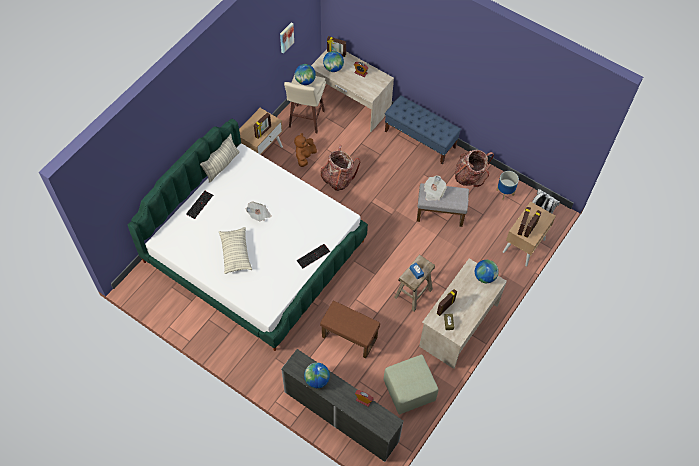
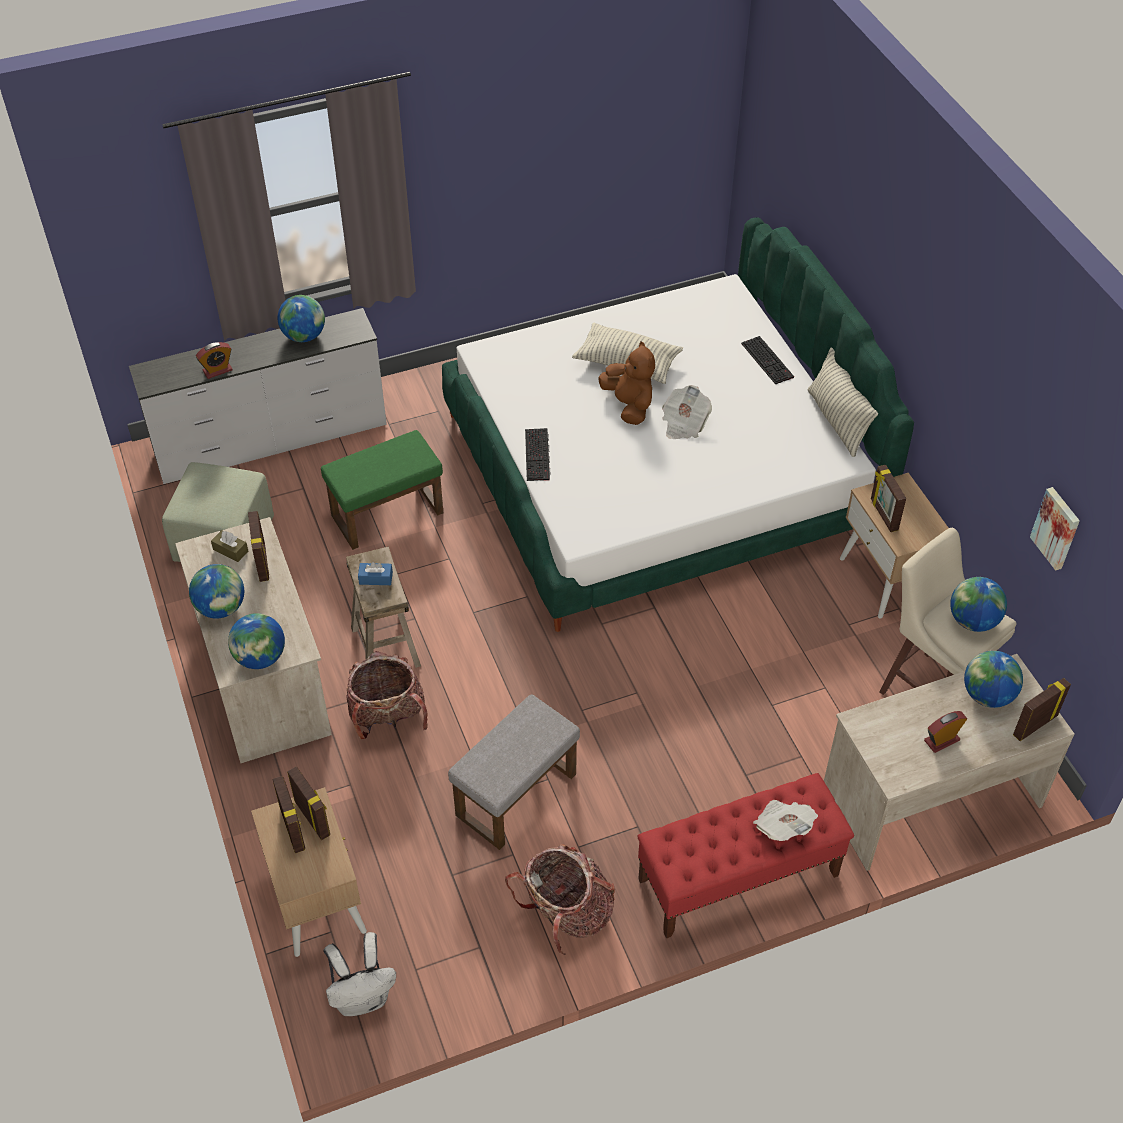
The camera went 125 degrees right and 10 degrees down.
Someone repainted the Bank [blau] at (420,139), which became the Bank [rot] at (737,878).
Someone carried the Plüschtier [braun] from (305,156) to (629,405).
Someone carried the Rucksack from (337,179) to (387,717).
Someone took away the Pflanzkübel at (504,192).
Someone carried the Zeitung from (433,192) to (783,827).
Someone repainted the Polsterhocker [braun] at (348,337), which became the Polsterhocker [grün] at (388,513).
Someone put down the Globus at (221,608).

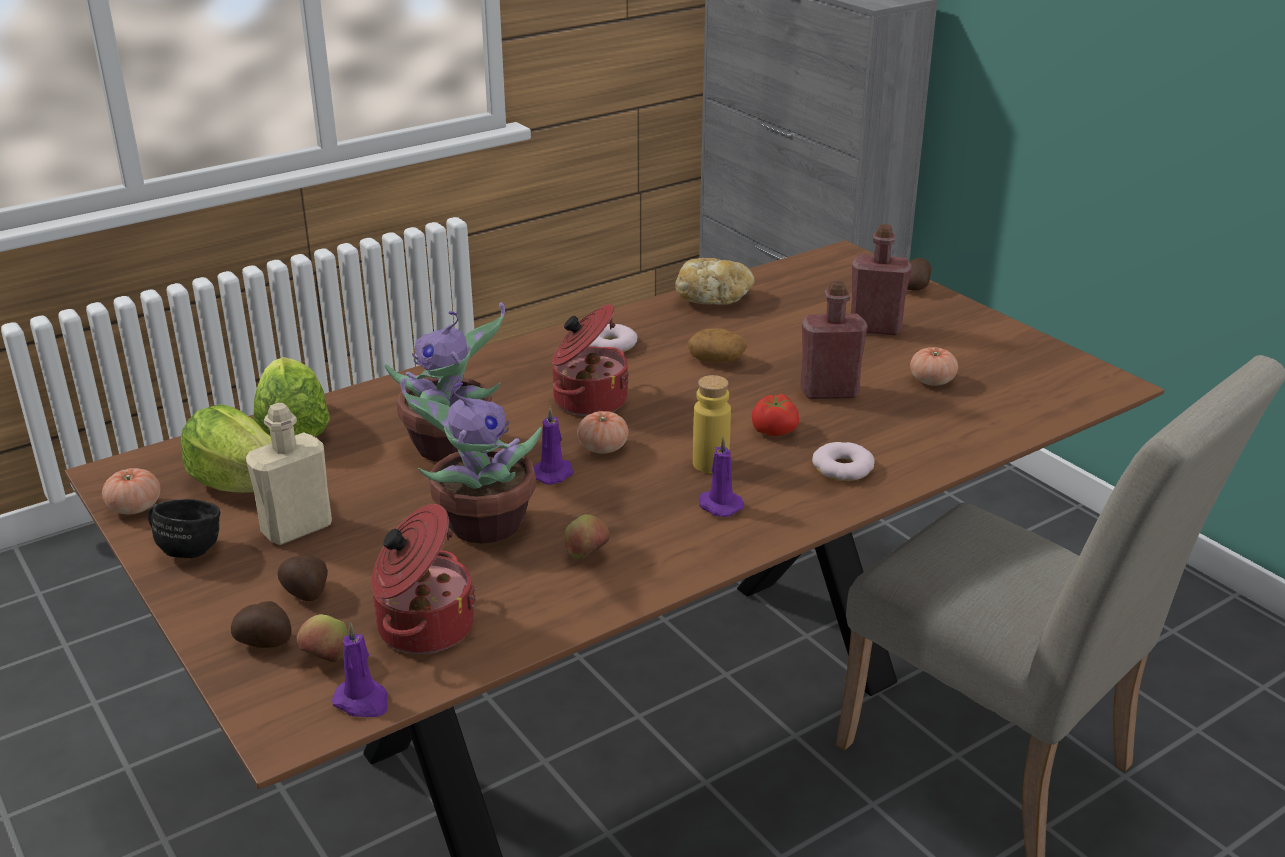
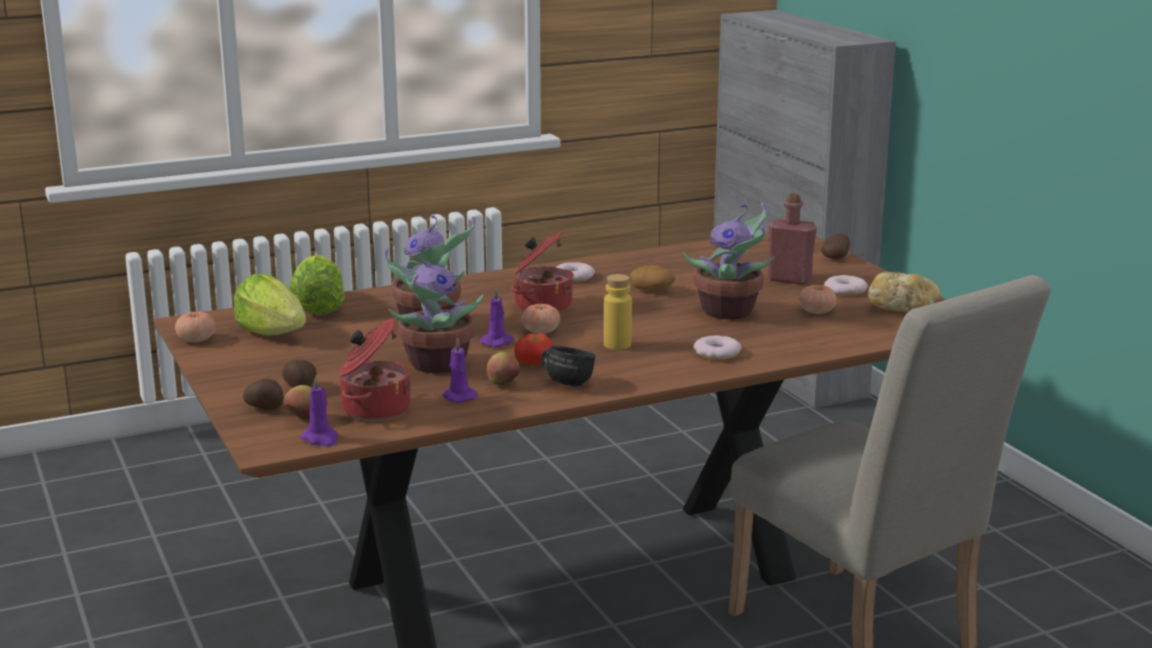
The camera went 10 degrees right and 10 degrees down.
Someone carried the Brot from (713,298) to (901,308).
Someone swapped the Flasche [rot] at (829,391) for the Topfpflanze at (730,312).
Someone carried the Tomate from (775,430) to (535,362).
Someone took away the Flasche [beige] at (297,528).
Someone carried the Kerze [lila] from (718,505) to (458,396).
Someone carried the Henkelbecher [schwarz] from (187,547) to (566,382).
Someone put down the Donut at (845,290).

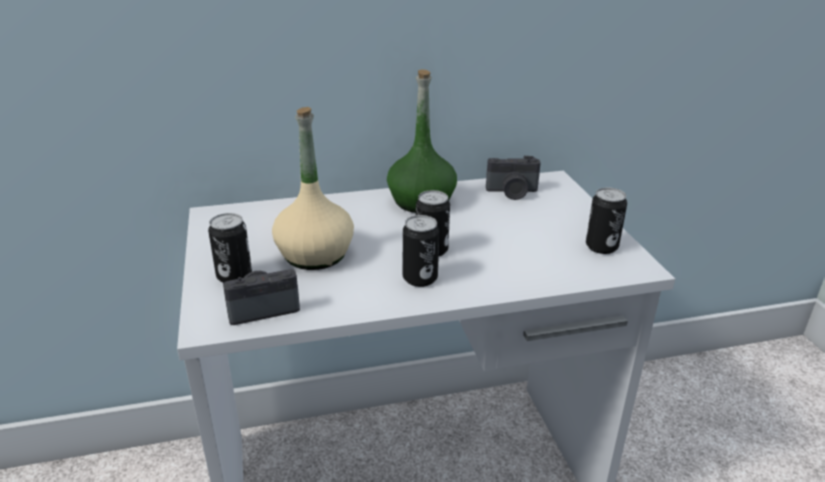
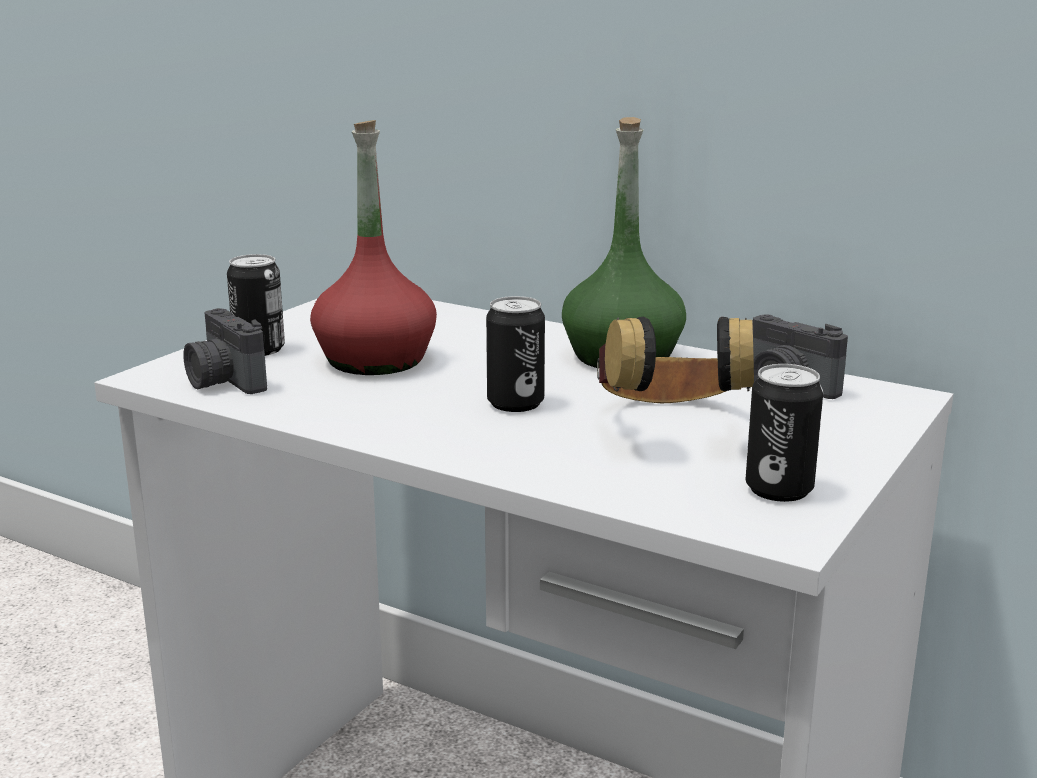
The camera went 45 degrees right and 10 degrees down.
Someone repainted the Flasche [beige] at (315,255), which became the Flasche [rot] at (375,360).
Someone took away the Dose at (420,278).
Someone rotated the Kamera at (262,308) by 150 degrees counterclockwise.
Someone put down the Kopfhörer at (670,428).

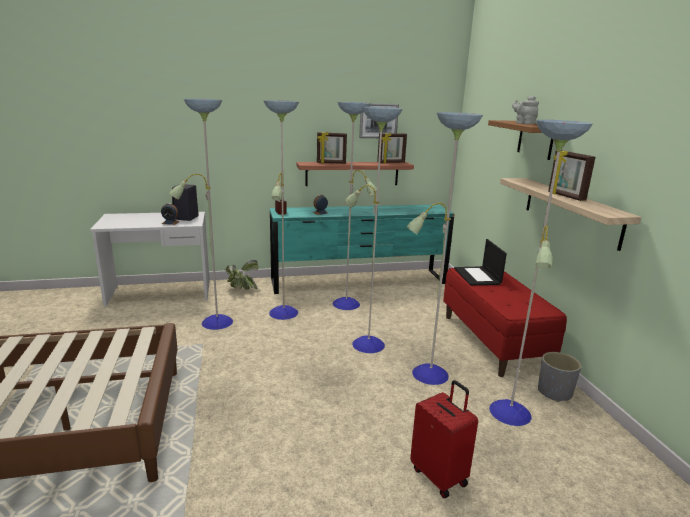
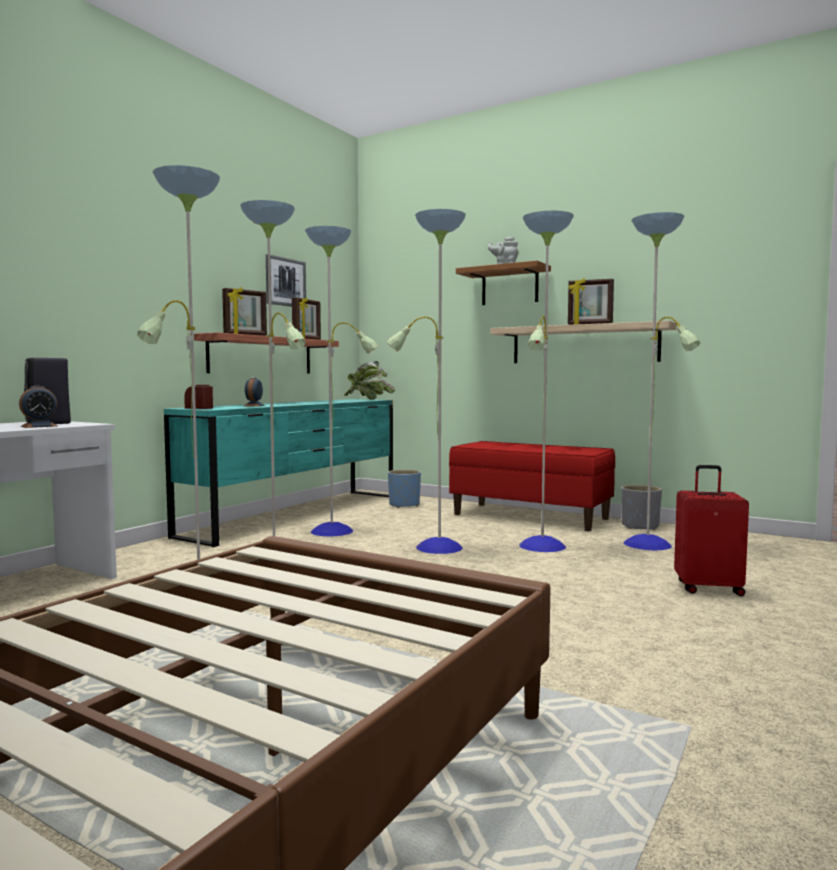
The camera went 45 degrees left and 15 degrees down.
Someone took away the Laptop at (477,276).
Someone carried the Topfpflanze from (241,289) to (368,399).
Someone put down the Pflanzkübel [blau] at (404,505).

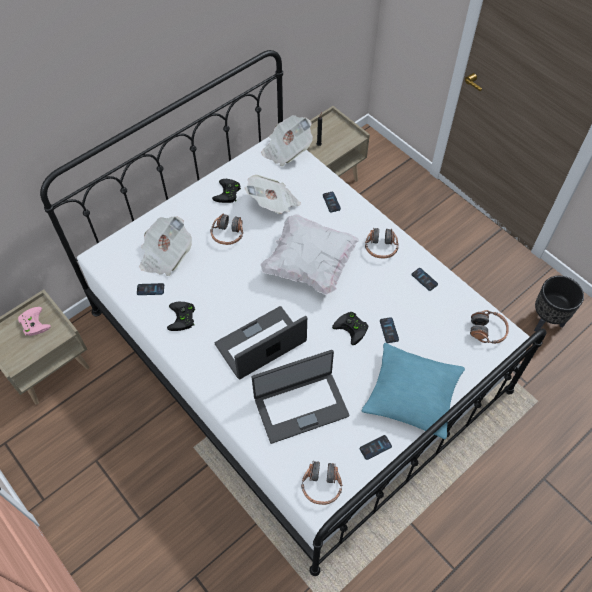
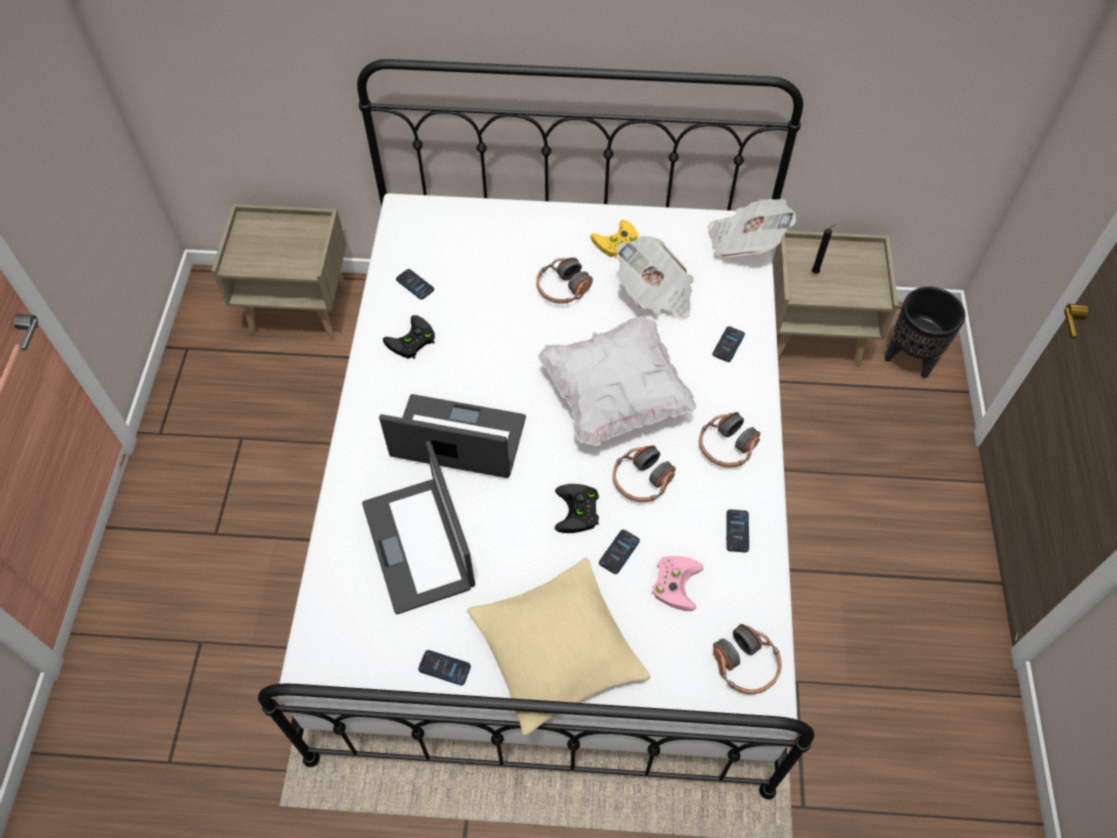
The camera went 45 degrees right and 0 degrees up.
Someone repainted the Gamepad [schwarz] at (228,193), which became the Gamepad [gelb] at (616,243).
Someone took away the Zeitung at (165,255).
Someone carried the Pflanzkübel [schwarz] from (546,321) to (910,360).
Someone carried the Gamepad [rosa] from (33,323) to (674,581).
Someone repainted the Kissen [türkis] at (412,394), which became the Kissen [beige] at (557,650).
Someone rotated the Laptop at (300,406) by 45 degrees clockwise.
Someone carried the Kopfhörer from (321,485) to (641,480).

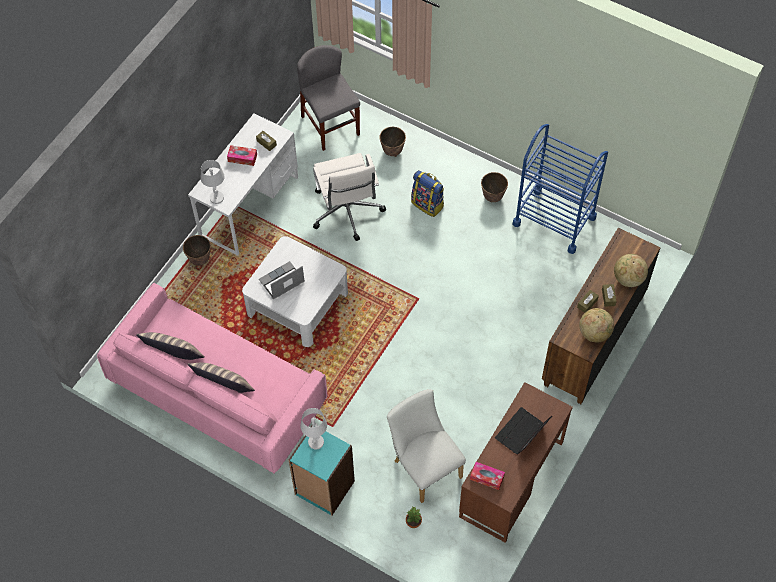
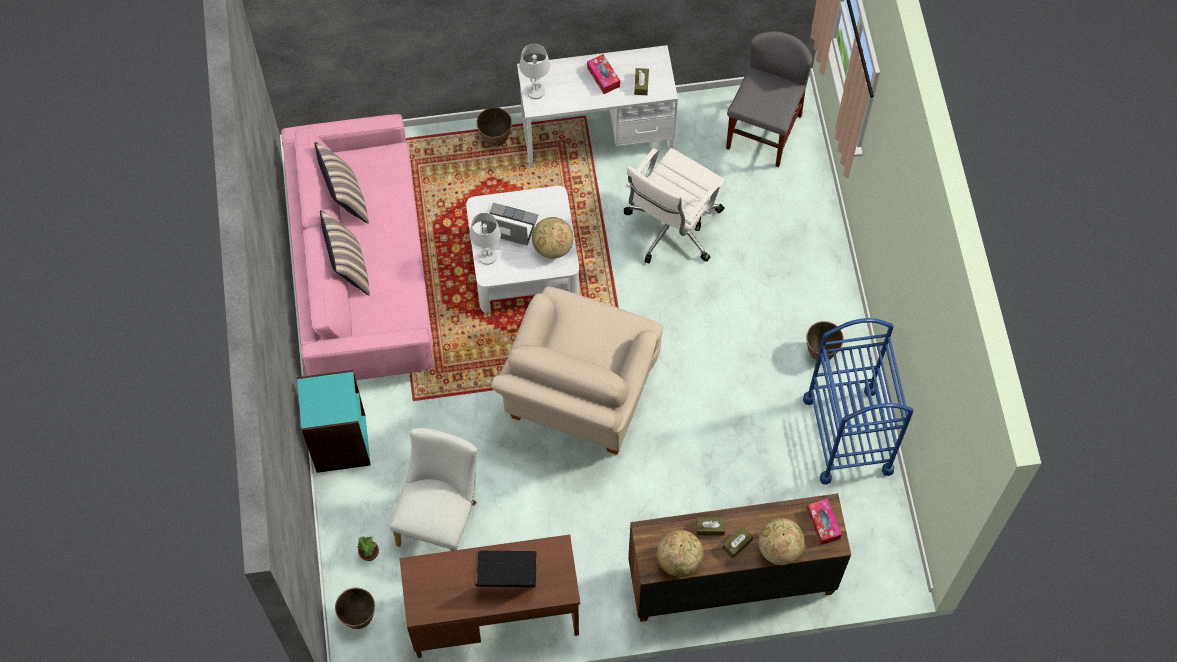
The camera went 50 degrees right and 5 degrees up.
Someone carried the Pflanzkübel from (392,151) to (358,617).
Someone took away the Rucksack at (428,204).
Someone carried the Tischlampe [weiß] from (316,442) to (487,256).
Someone carried the Taschentuchbox from (487,477) to (823,524).
Someone put down the Globus at (552,247).
Someone put down the Sessel [beige] at (579,396).

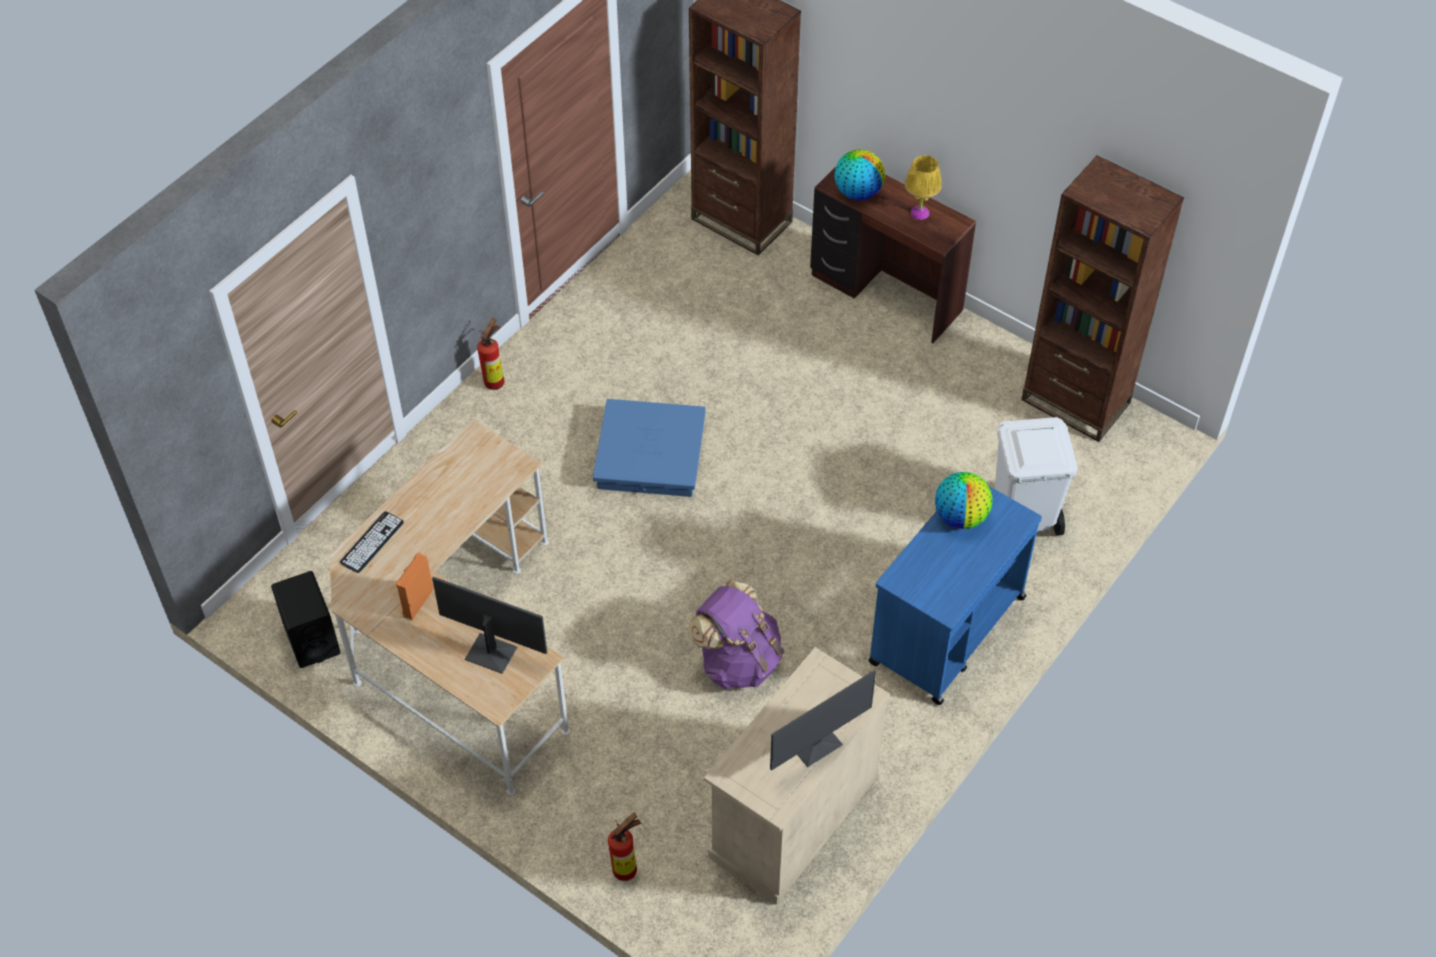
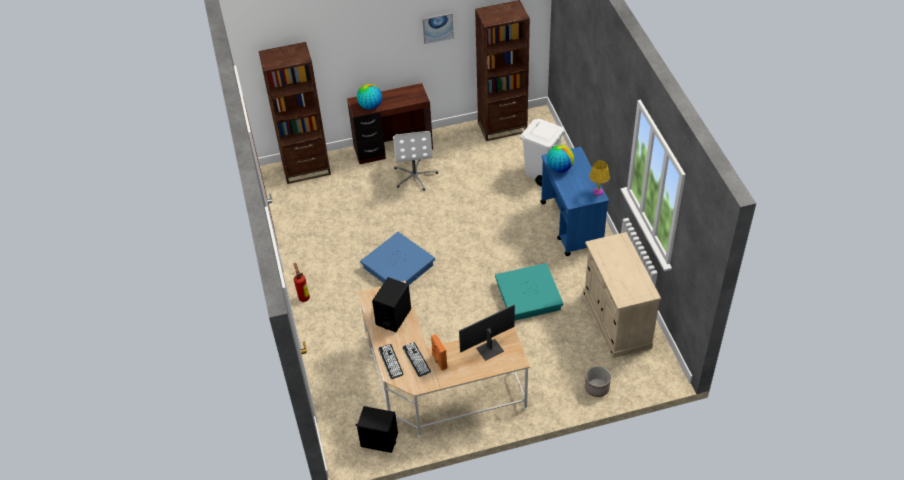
The camera went 50 degrees left and 5 degrees down.
Someone carried the Tischlampe [gelb] from (919,212) to (598,191).
Someone swapped the Rucksack [lila] at (738,660) for the Aufbewahrungsbox [türkis] at (528,296).
Someone took away the Monitor at (815,744).
Someone swapped the Feuerlöscher at (628,868) for the Pflanzkübel at (596,387).
Someone put up the Bild at (437,27).
Someone put down the Bürostuhl [weiß] at (415,175).
Someone put down the Lautsprecher [schwarz] at (393,317).
Someone put down the Tastatur at (416,359).

